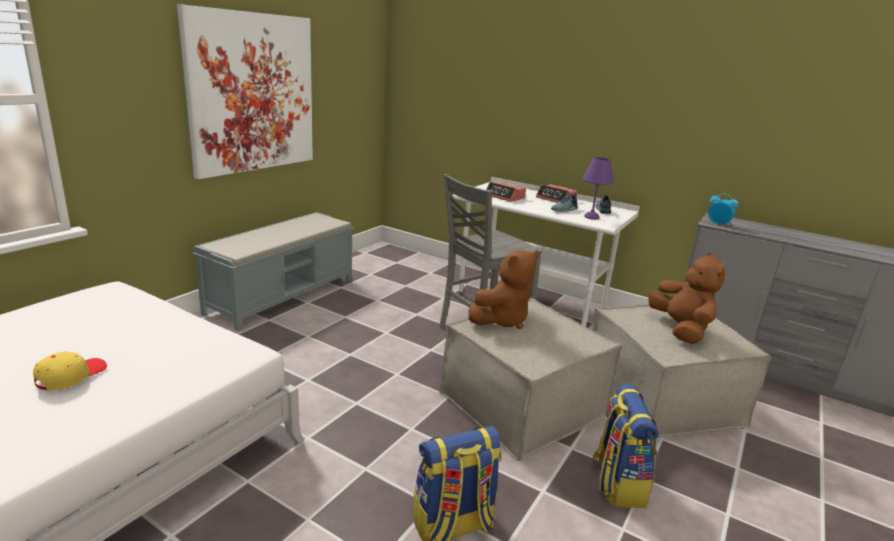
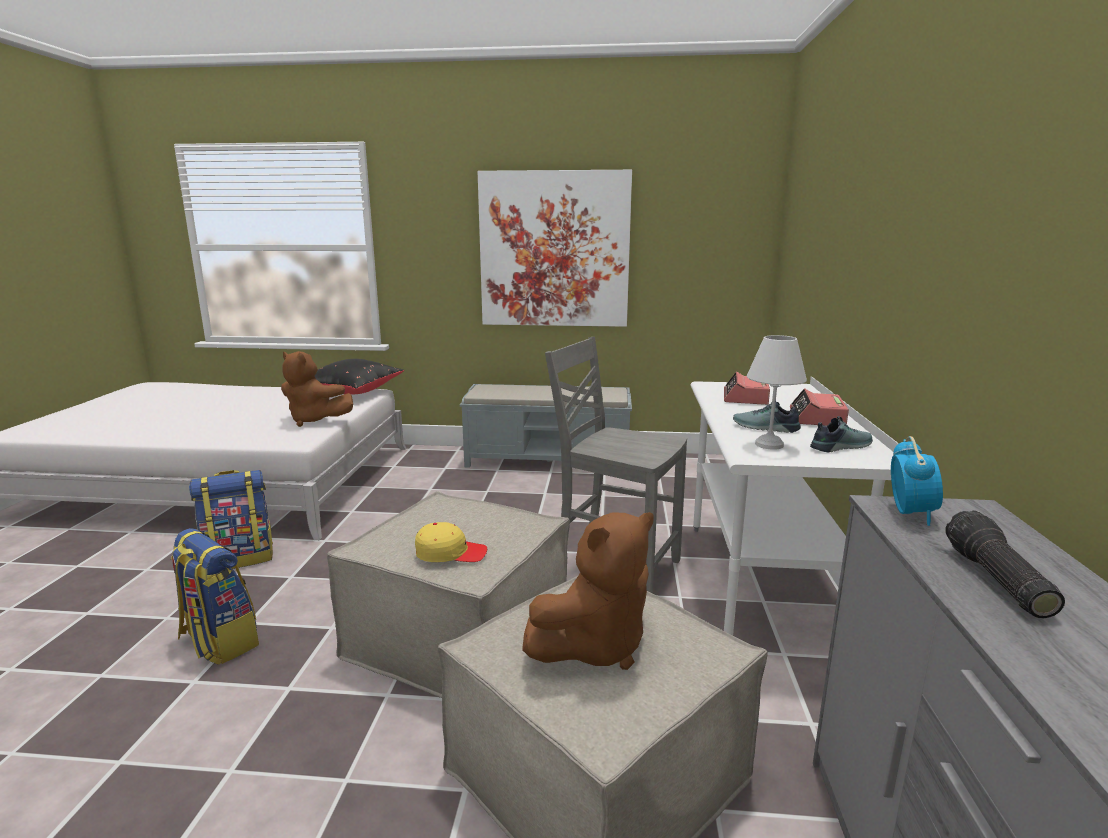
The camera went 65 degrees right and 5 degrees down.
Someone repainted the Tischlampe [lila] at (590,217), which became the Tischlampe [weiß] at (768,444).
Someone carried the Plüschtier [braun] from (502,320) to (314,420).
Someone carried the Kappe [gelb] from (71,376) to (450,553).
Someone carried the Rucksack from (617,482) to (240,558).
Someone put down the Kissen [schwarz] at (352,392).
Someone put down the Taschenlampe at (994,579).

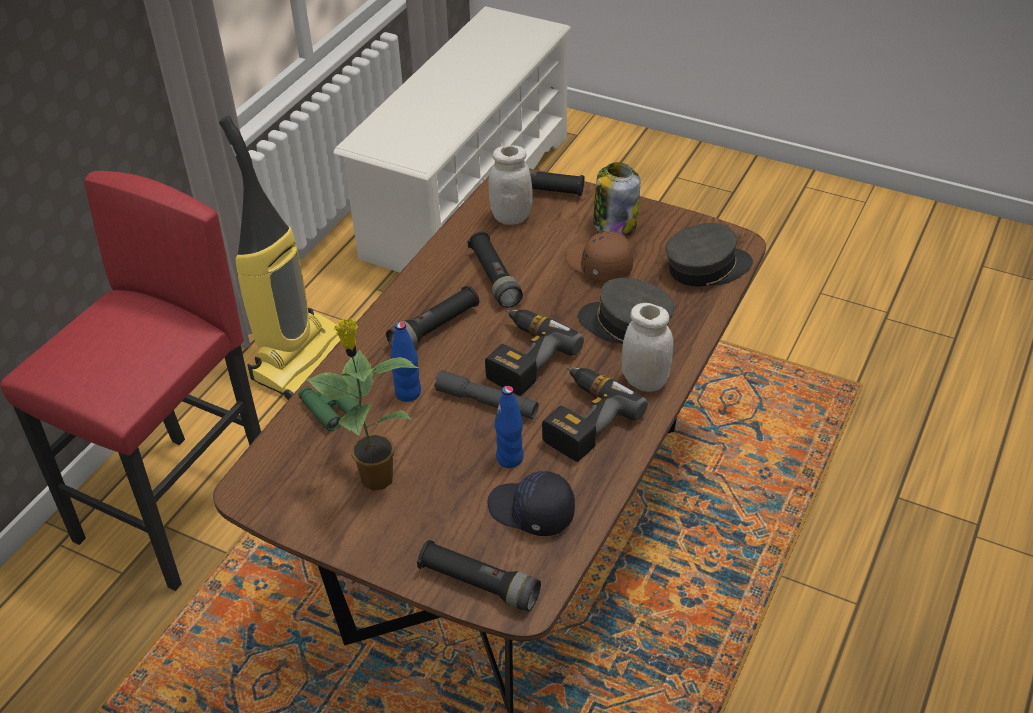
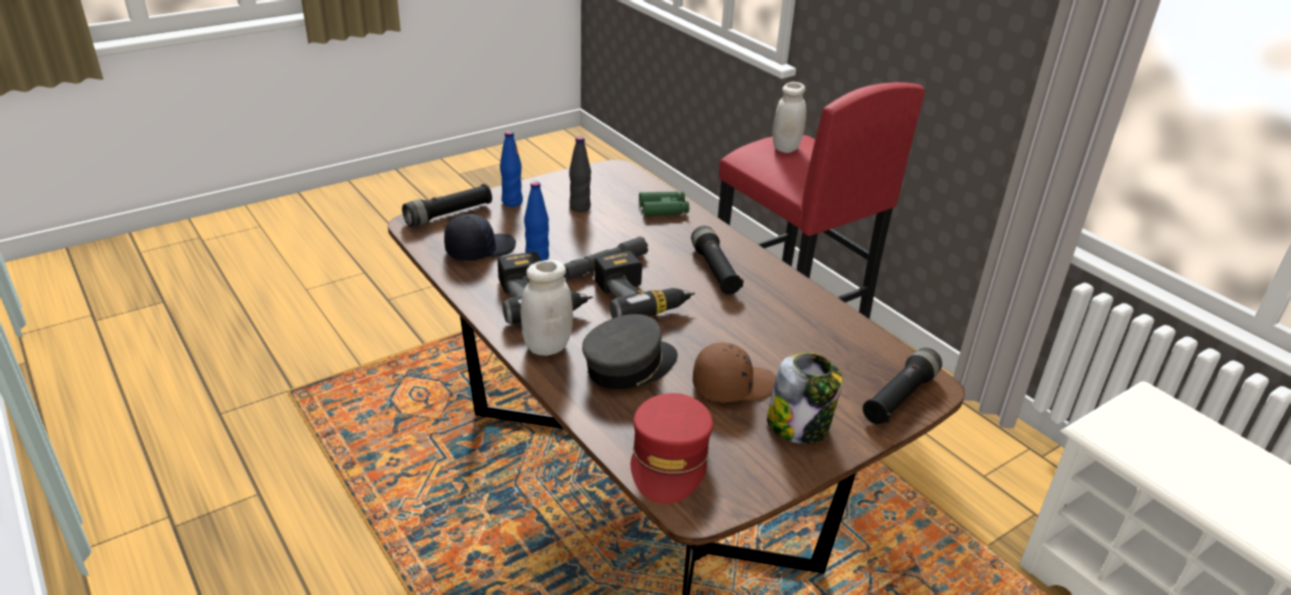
The camera went 115 degrees right and 10 degrees down.
Someone took away the Staubsauger at (302,360).
Someone carried the Vorratsglas [weiß] from (511,217) to (786,148).
Someone repainted the Kappe [grau] at (707,268), which became the Kappe [rot] at (669,460).
Someone took away the Taschenlampe [schwarz] at (494,278).
Someone swapped the Topfpflanze at (375,476) for the Flasche [schwarz] at (580,207).
Someone carried the Flasche [blau] from (408,393) to (512,202).

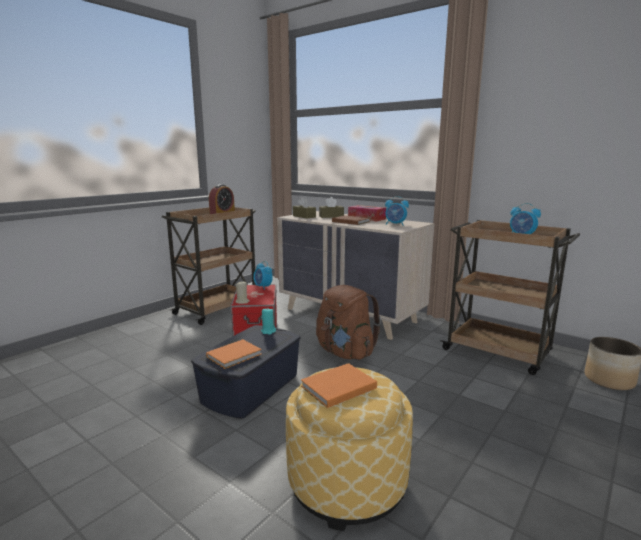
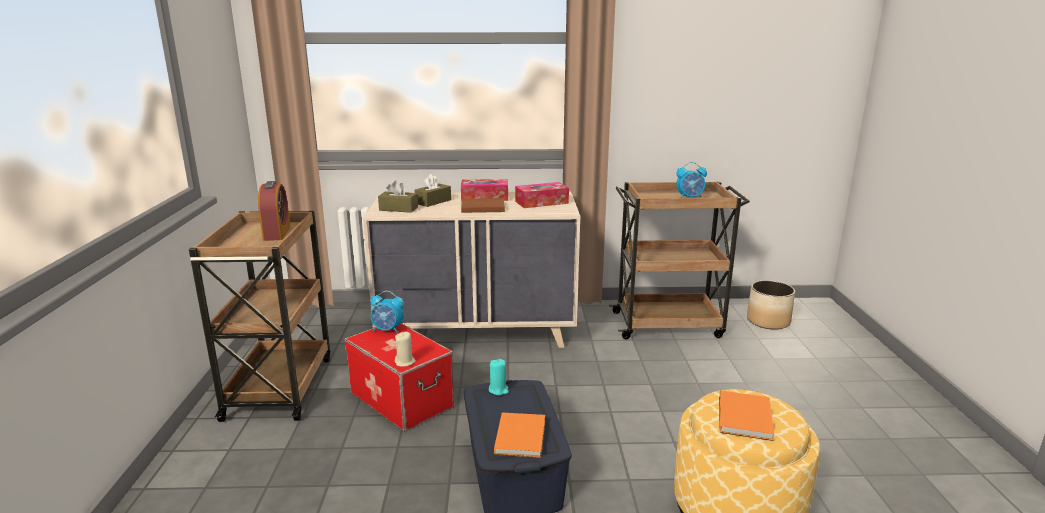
The camera went 40 degrees left and 5 degrees up.
Someone swapped the Wecker at (395,224) for the Taschentuchbox at (541,202).
Someone took away the Rucksack [braun] at (345,353).

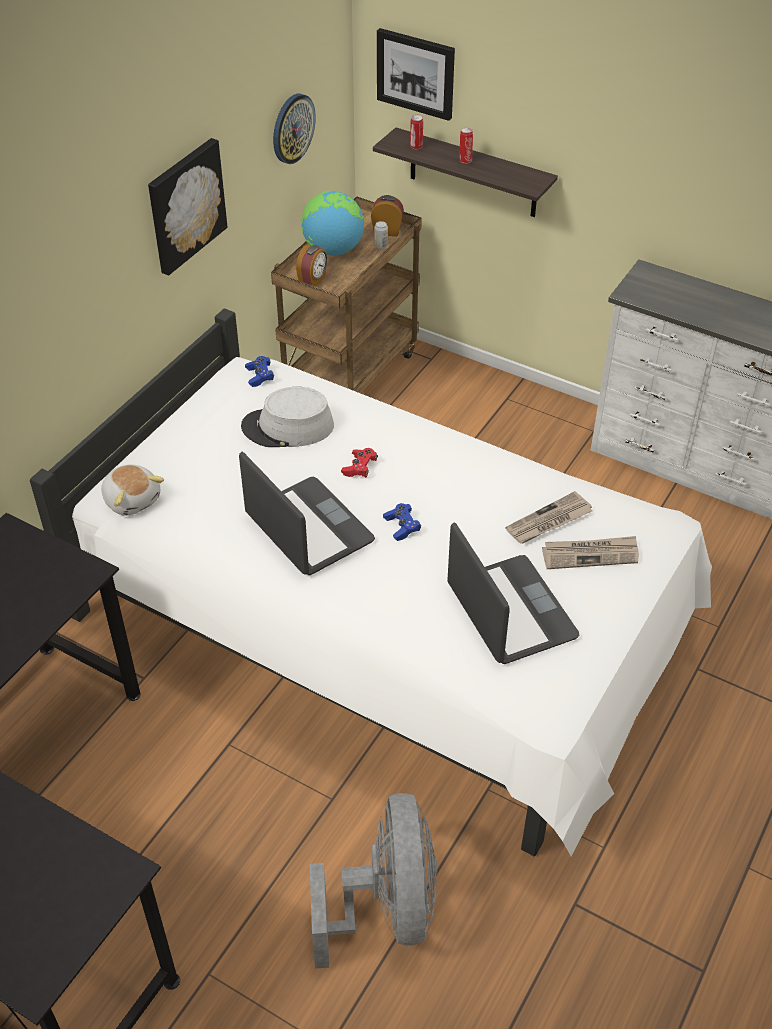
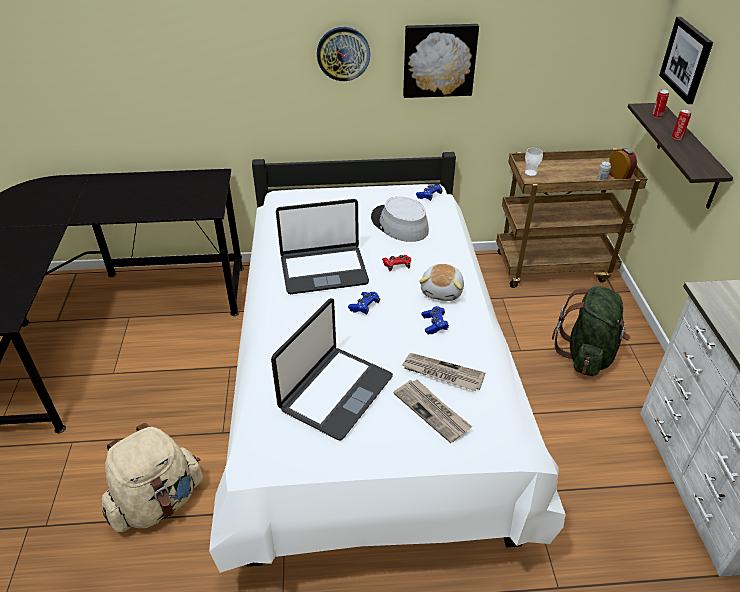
The camera went 55 degrees right and 5 degrees down.
Someone carried the Wanduhr from (292,128) to (343,53).
Someone took away the Globus at (333,250).
Someone swapped the Wecker at (313,281) for the Tasse at (530,173).
Someone rotated the Laptop at (307,528) by 60 degrees clockwise.
Someone carried the Plüschtier from (132,499) to (442,291).
Someone swapped the Ventilator [grau] at (386,909) for the Rucksack [beige] at (158,502).
Someone put down the Rucksack [grün] at (587,354).
Someone put down the Gamepad [blau] at (434,324).

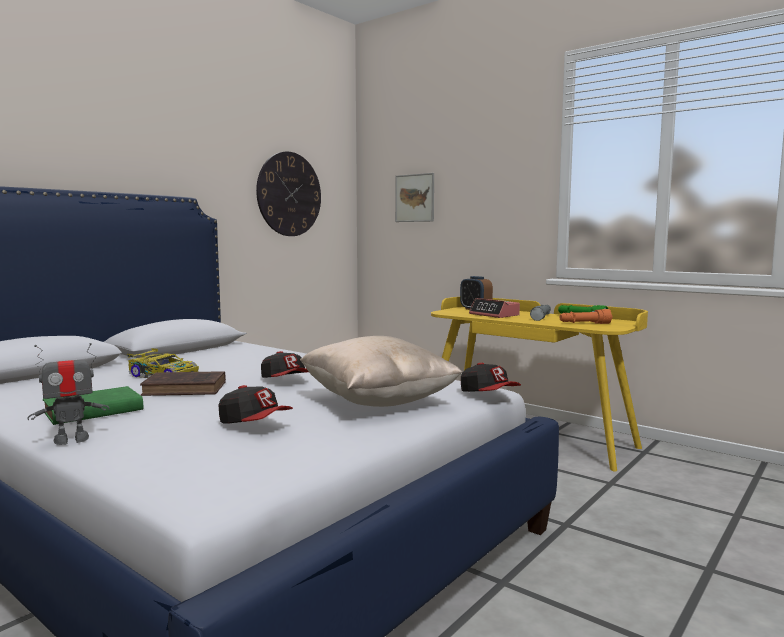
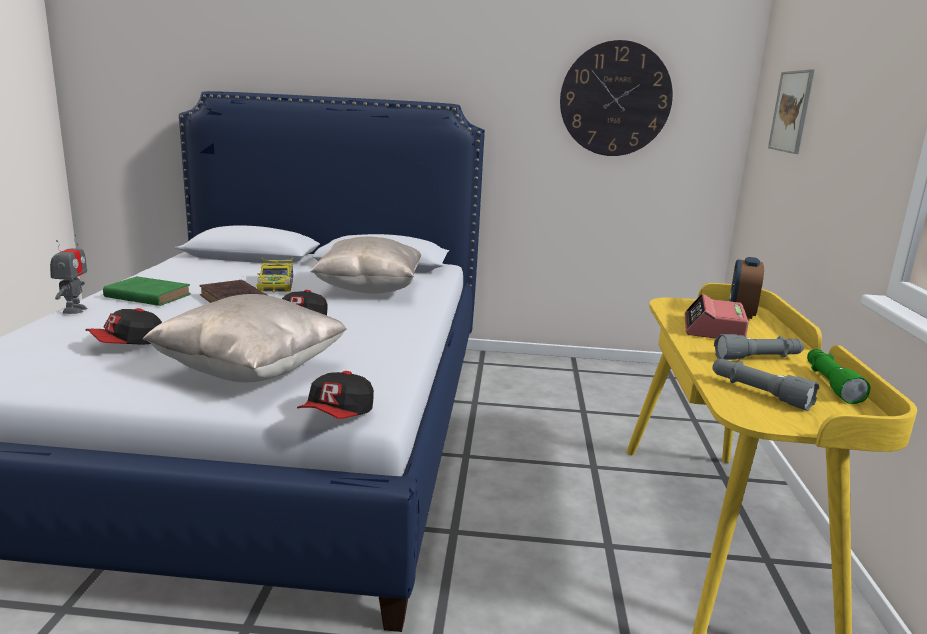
The camera went 55 degrees right and 10 degrees up.
Someone repainted the Taschenlampe [orange] at (584,324), which became the Taschenlampe [grau] at (759,393).
Someone rotated the Spielzeugroboter at (71,439) by 120 degrees counterclockwise.
Someone rotated the Kappe at (255,424) by 45 degrees clockwise.
Someone put down the Kissen [beige] at (369,289).

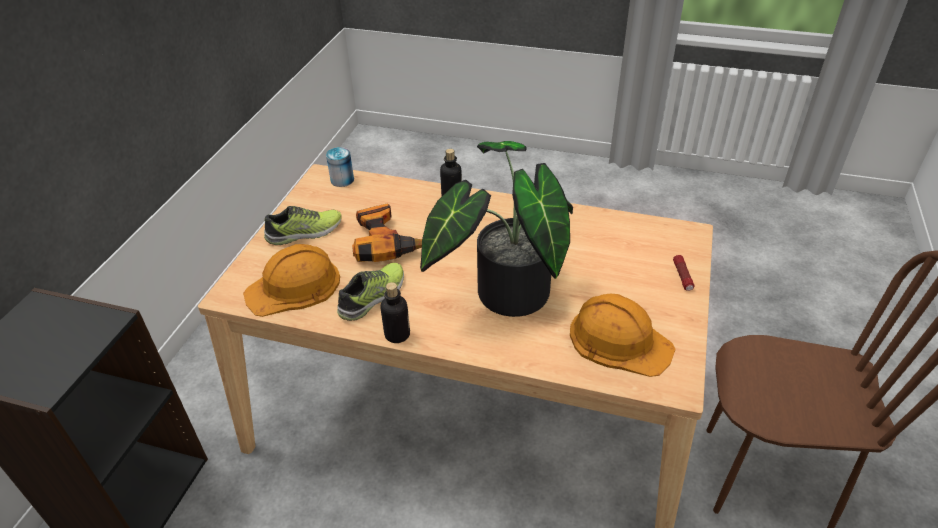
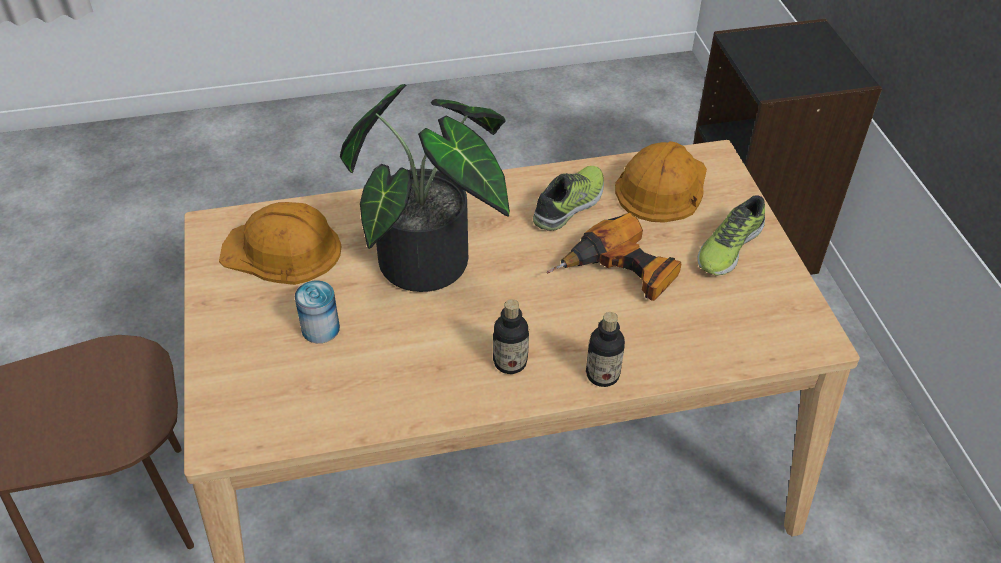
The camera went 150 degrees right and 5 degrees up.
Someone carried the Dose from (342,180) to (320,328).
Someone took away the Taschenlampe at (682,276).
Someone rotated the Schuh at (373,297) by 150 degrees counterclockwise.
Someone carried the Flasche from (397,334) to (510,362).

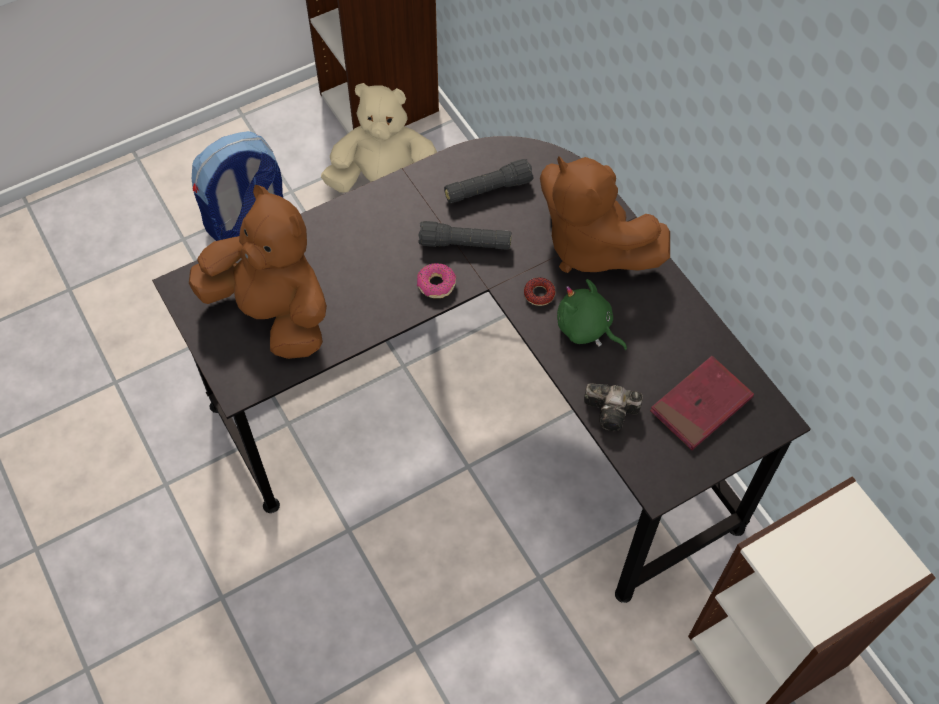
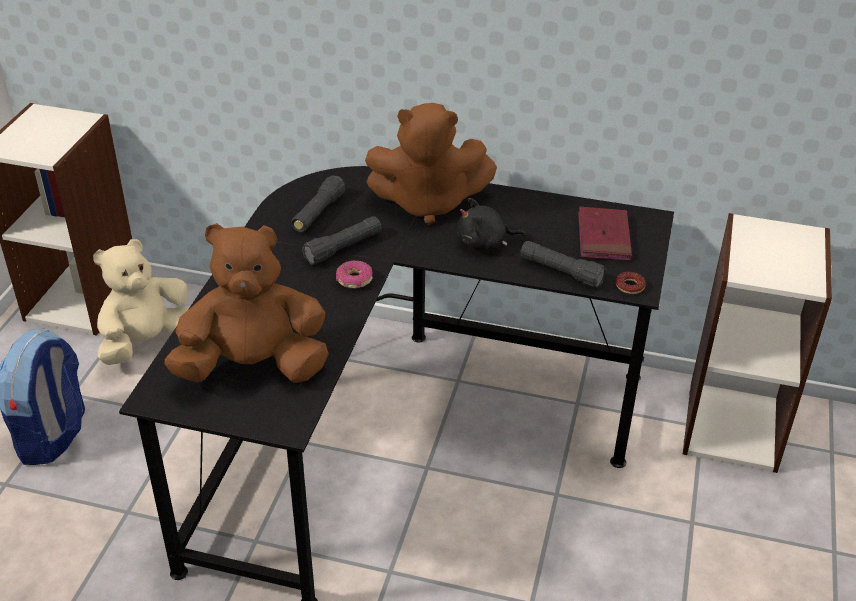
The camera went 45 degrees left and 20 degrees down.
Someone carried the Donut from (539,294) to (630,286).
Someone repainted the Plüschtier [grün] at (586,329), which became the Plüschtier [schwarz] at (485,243).
Someone swapped the Kamera at (613,412) for the Taschenlampe [schwarz] at (561,272).

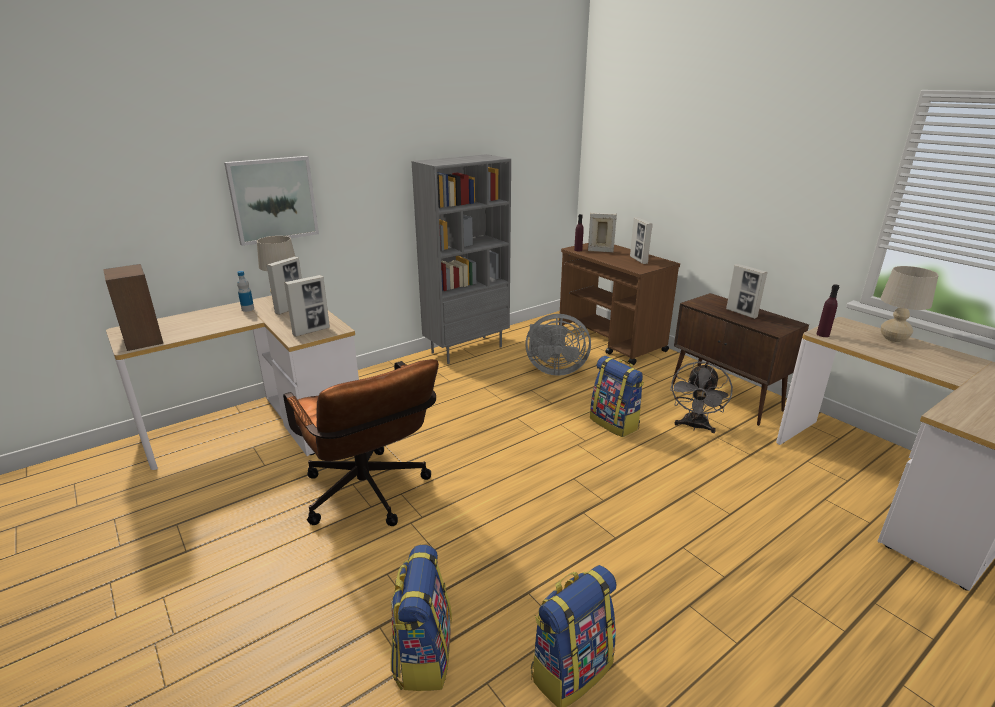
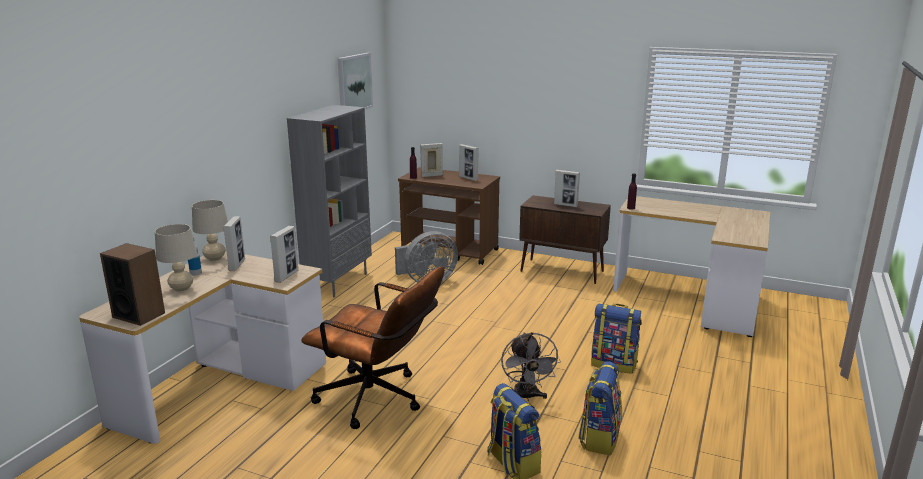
The camera went 30 degrees left and 5 degrees down.
Someone carried the Bild from (273,199) to (354,83).
Someone carried the Tischlampe [beige] from (893,339) to (181,289).
Someone carried the Rucksack from (615,423) to (614,364).
Someone carried the Ventilator [grau] from (694,426) to (527,397).

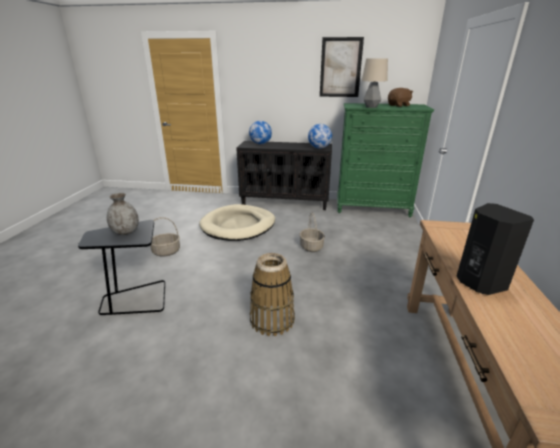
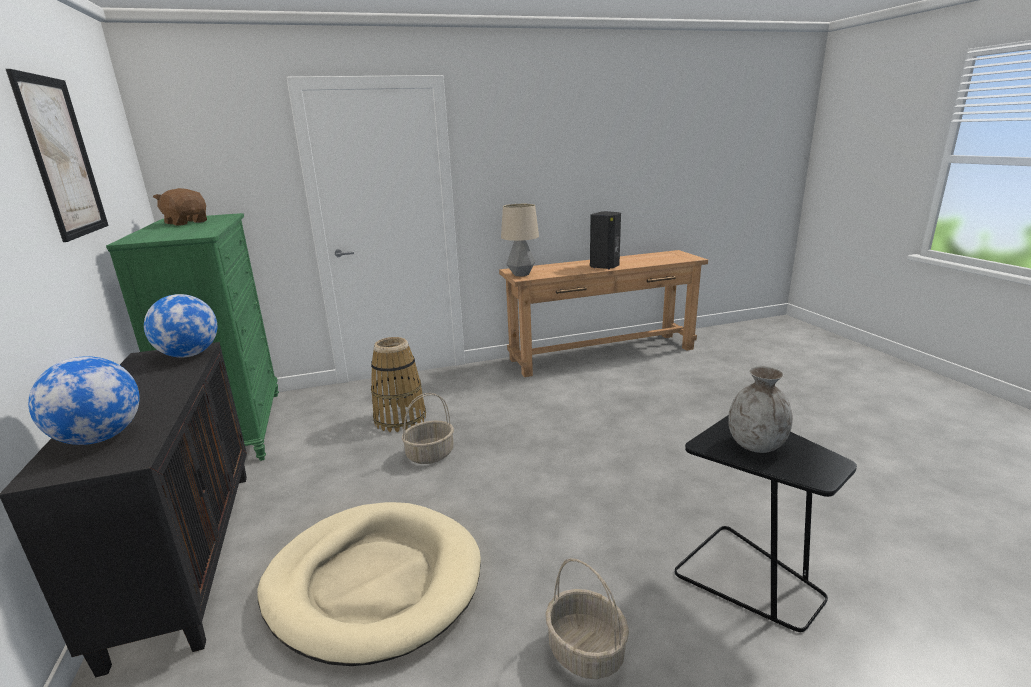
The camera went 115 degrees left and 5 degrees down.
Someone carried the Tischlampe from (371,107) to (520,274).
Someone carried the Korb from (272,320) to (400,419).

